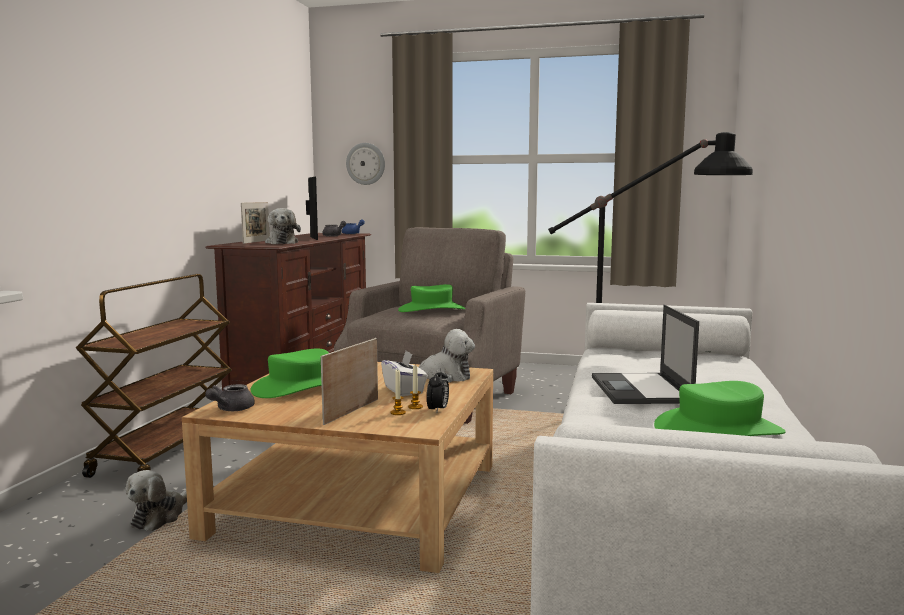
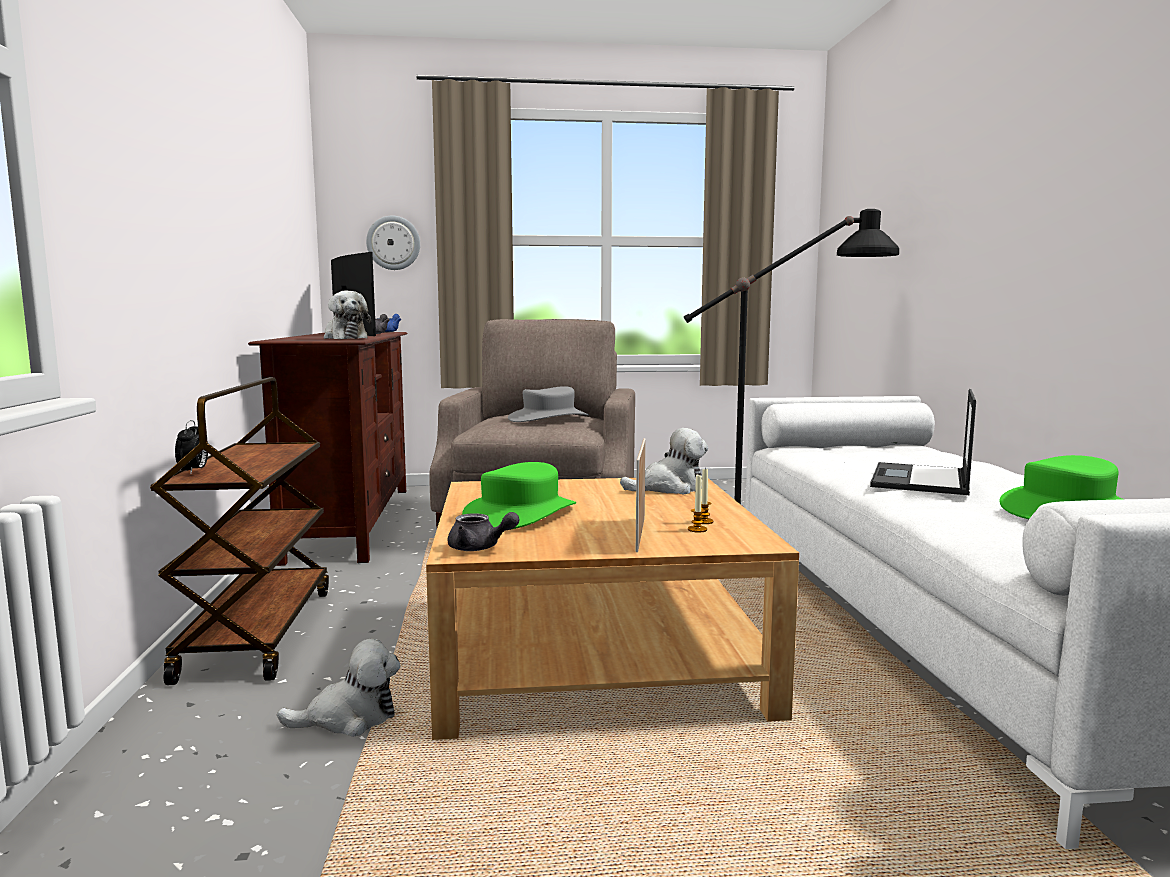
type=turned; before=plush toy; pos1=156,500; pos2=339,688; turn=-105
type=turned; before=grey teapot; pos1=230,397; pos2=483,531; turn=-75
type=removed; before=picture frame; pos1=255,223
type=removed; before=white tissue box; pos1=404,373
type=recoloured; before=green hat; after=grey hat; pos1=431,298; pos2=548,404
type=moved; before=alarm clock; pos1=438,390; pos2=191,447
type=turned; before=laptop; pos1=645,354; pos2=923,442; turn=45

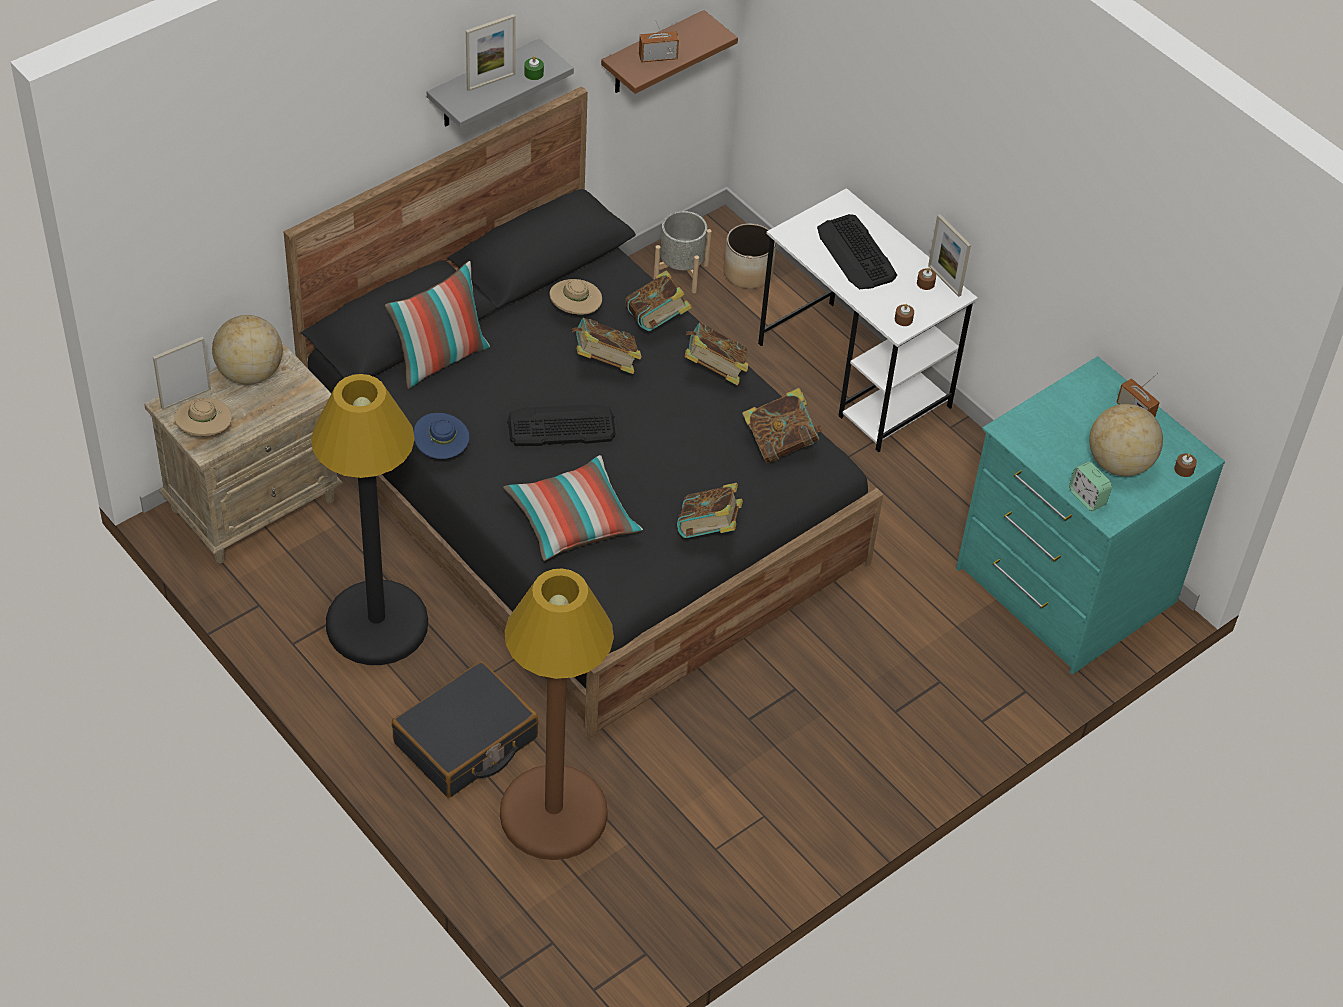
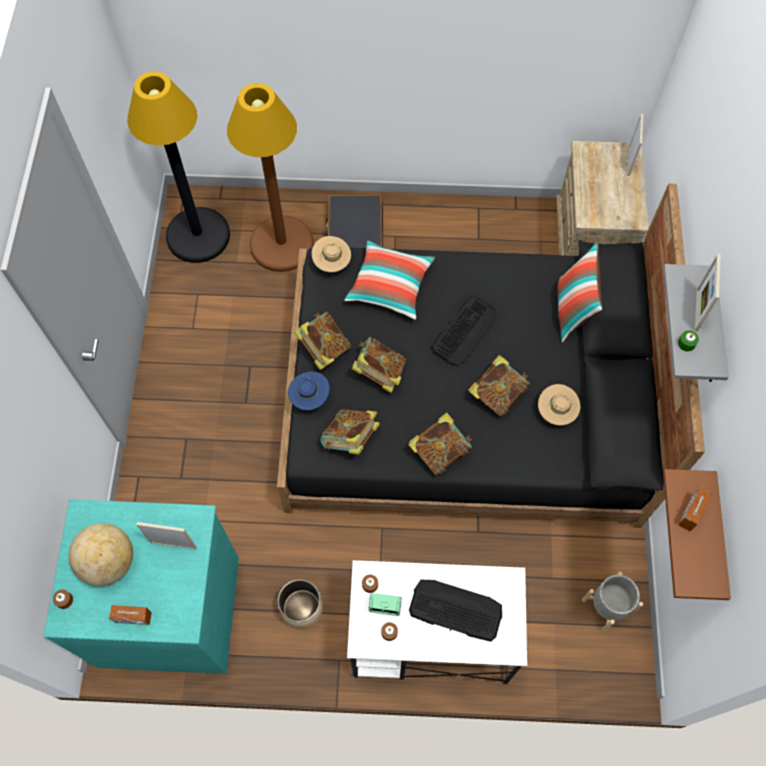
type=moved; before=beige hat; pos1=203,417; pos2=331,254
type=removed; before=globe; pos1=247,350
type=moved; before=black floor lamp; pos1=369,519; pos2=179,167
type=moved; before=blue hat; pos1=442,436; pos2=309,391
type=moved; before=book; pos1=658,300; pos2=379,365
type=moved; before=planter; pos1=750,256; pos2=300,604
type=moved; before=picture frame; pos1=949,255; pos2=166,536
type=moved; before=alarm clock; pos1=1090,486; pos2=385,604

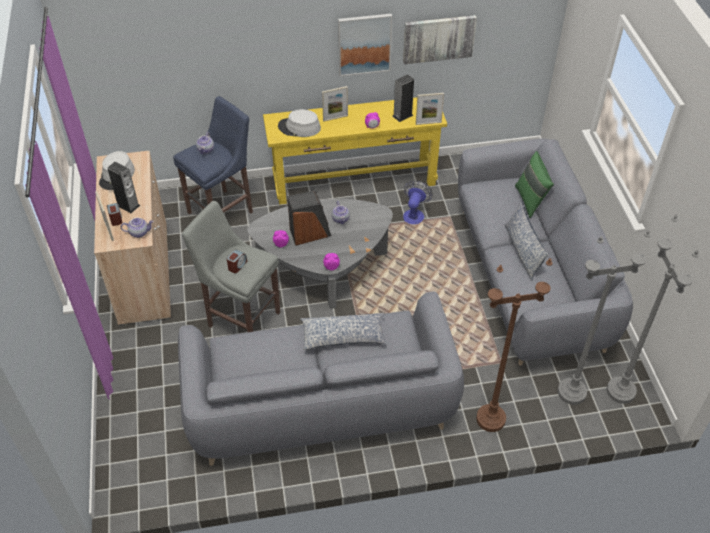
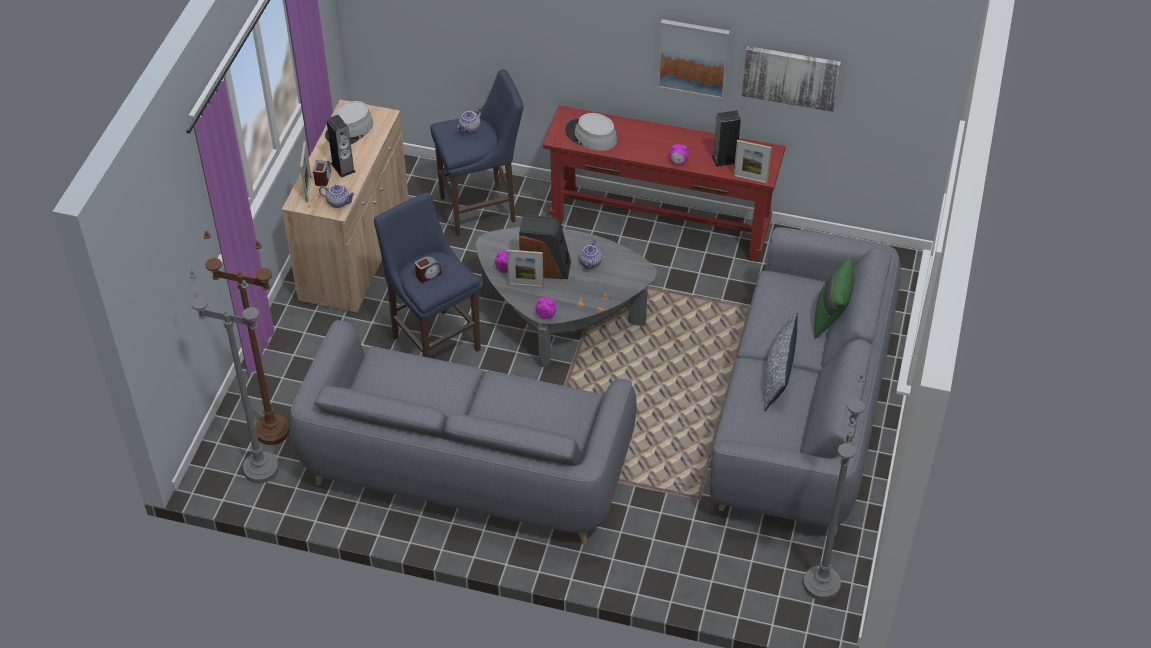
type=recoloured; before=grey stool; after=blue stool; pos1=231,266; pos2=427,275
type=recoloured; before=yellow console table; after=red console table; pos1=355,151; pos2=664,184
type=removed; before=pillow; pos1=343,331
type=moved; before=picture frame; pos1=335,104; pos2=525,268
type=removed; before=fan; pos1=417,202
type=moved; before=brown floor lamp; pos1=514,345; pos2=247,338
type=moved; before=grey floor lamp; pos1=604,317; pos2=234,376

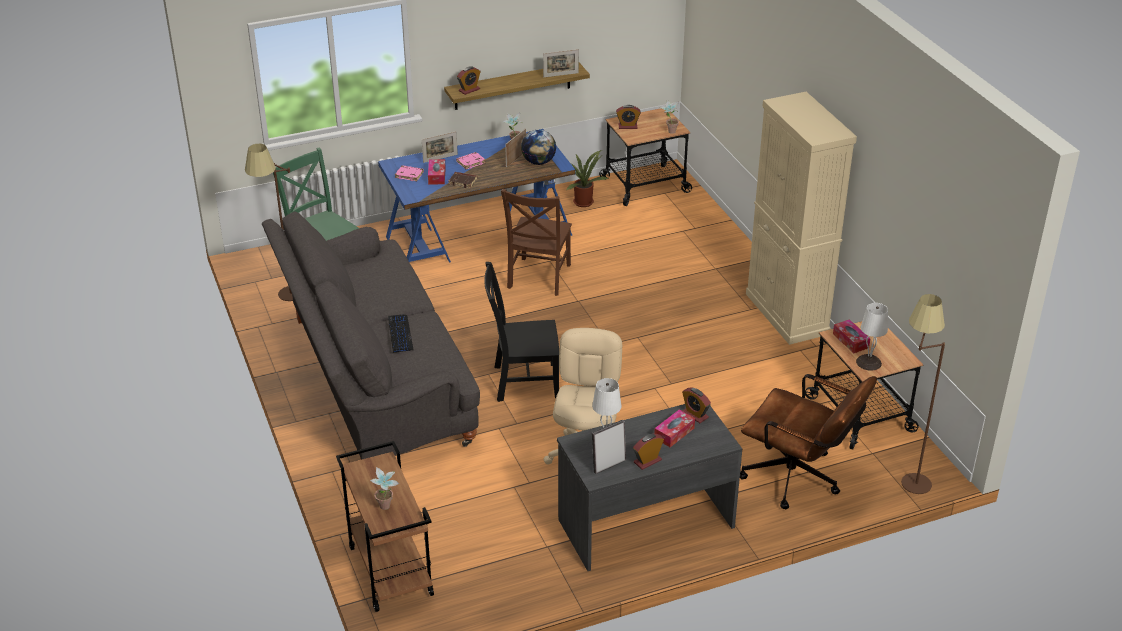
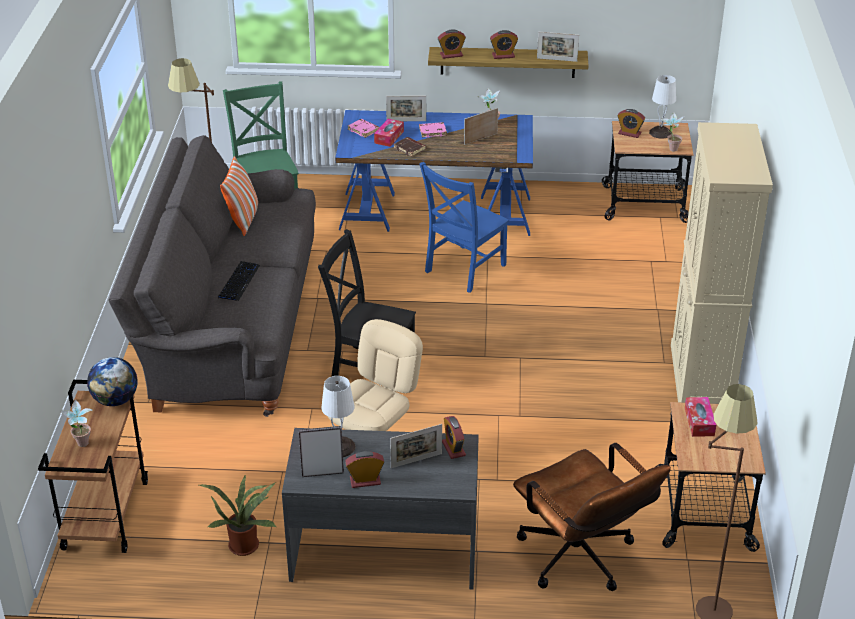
type=recoloured; before=brown chair; after=blue chair; pos1=536,242; pos2=464,227
type=moved; before=globe; pos1=538,147; pos2=112,381
type=moved; before=potted plant; pos1=587,178; pos2=237,515
type=replaced; before=tissue box; after=picture frame; pos1=674,428; pos2=416,446
type=moved; before=white table lamp; pos1=872,337; pos2=662,107
type=added; after=pillow; pos2=239,196
type=added; after=alarm clock; pos2=504,44

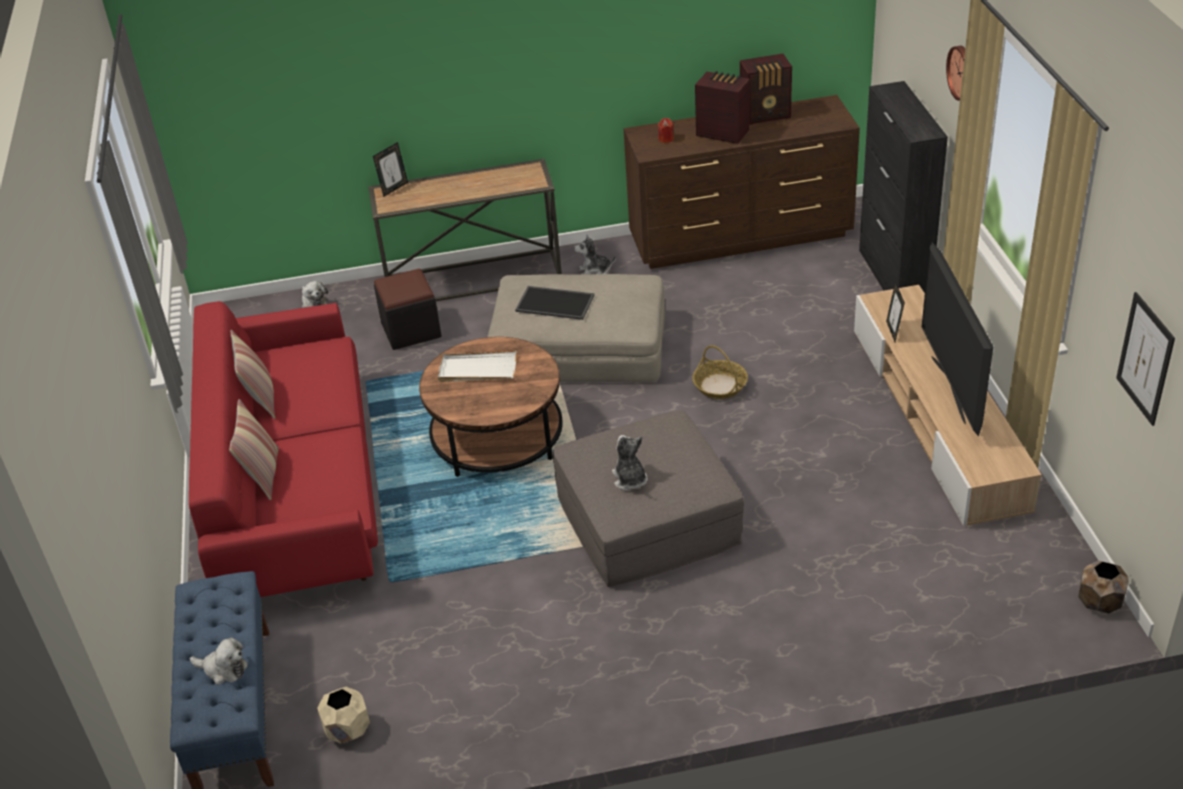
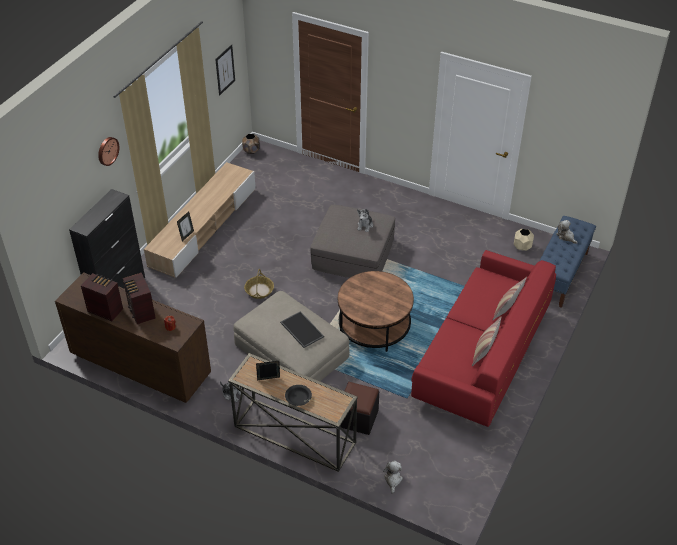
type=moved; before=picture frame; pos1=390,169; pos2=268,371
type=removed; before=white tray; pos1=477,366
type=removed; before=television; pos1=958,339
type=added; after=black bowl; pos2=298,395

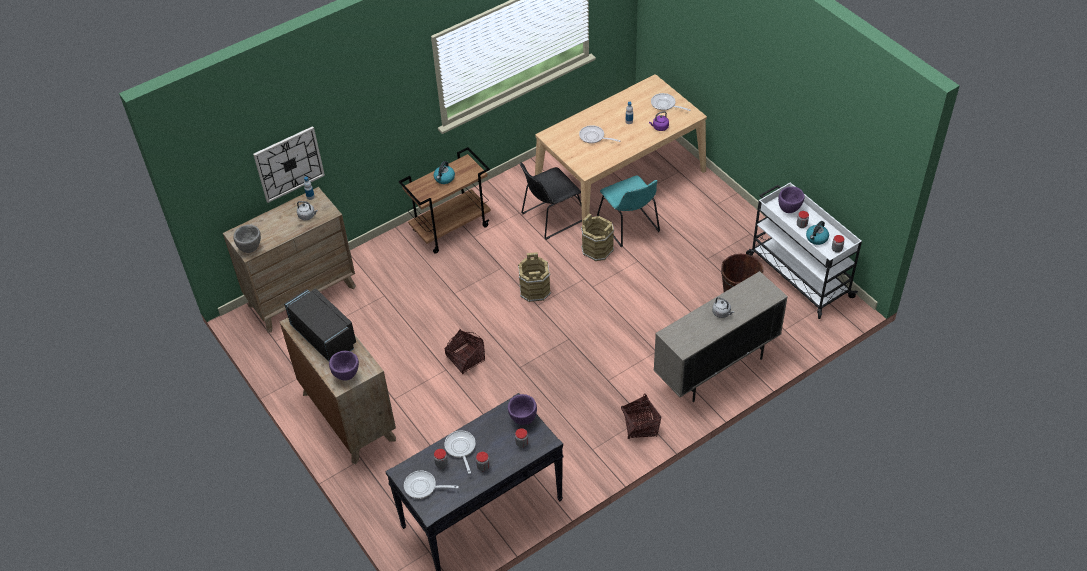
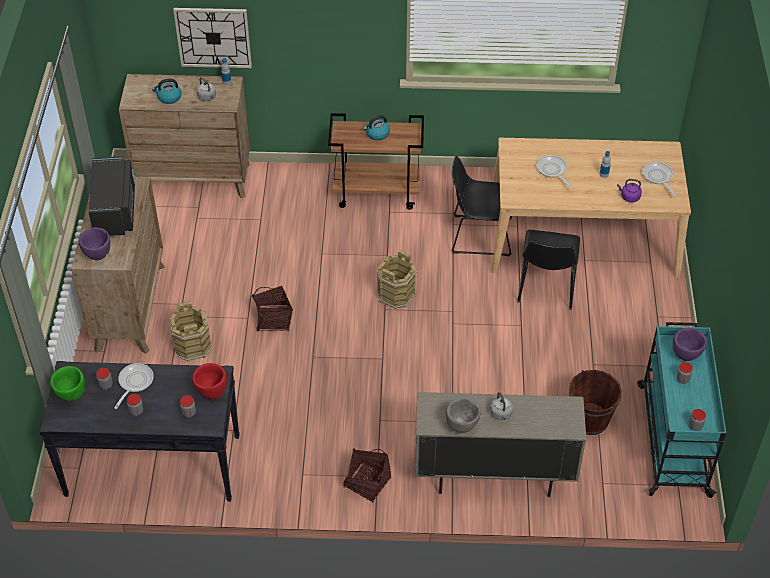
type=moved; before=grey bowl; pos1=247,238; pos2=463,415
type=replaced; before=frying pan; after=green bowl; pos1=431,485; pos2=67,383
type=recoloured; before=purple bowl; after=red bowl; pos1=522,409; pos2=209,381
type=moved; before=brown bucket; pos1=597,237; pos2=190,331
type=recoloured; before=turquoise chair; after=black chair; pos1=628,211; pos2=548,270
type=recoloured; before=white cart; after=turquoise cart; pos1=804,250; pos2=681,410
type=moved; before=kettle; pos1=817,233; pos2=167,91

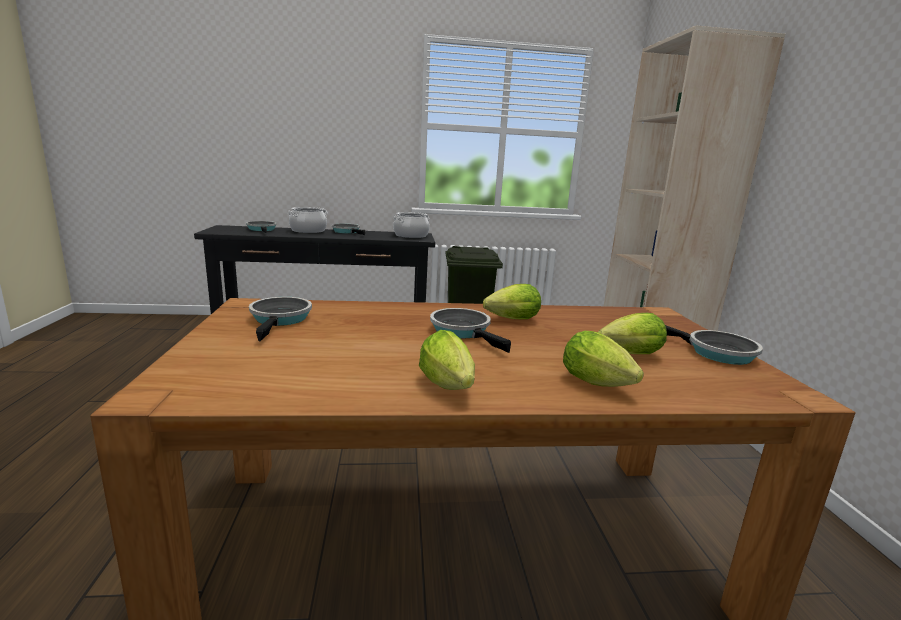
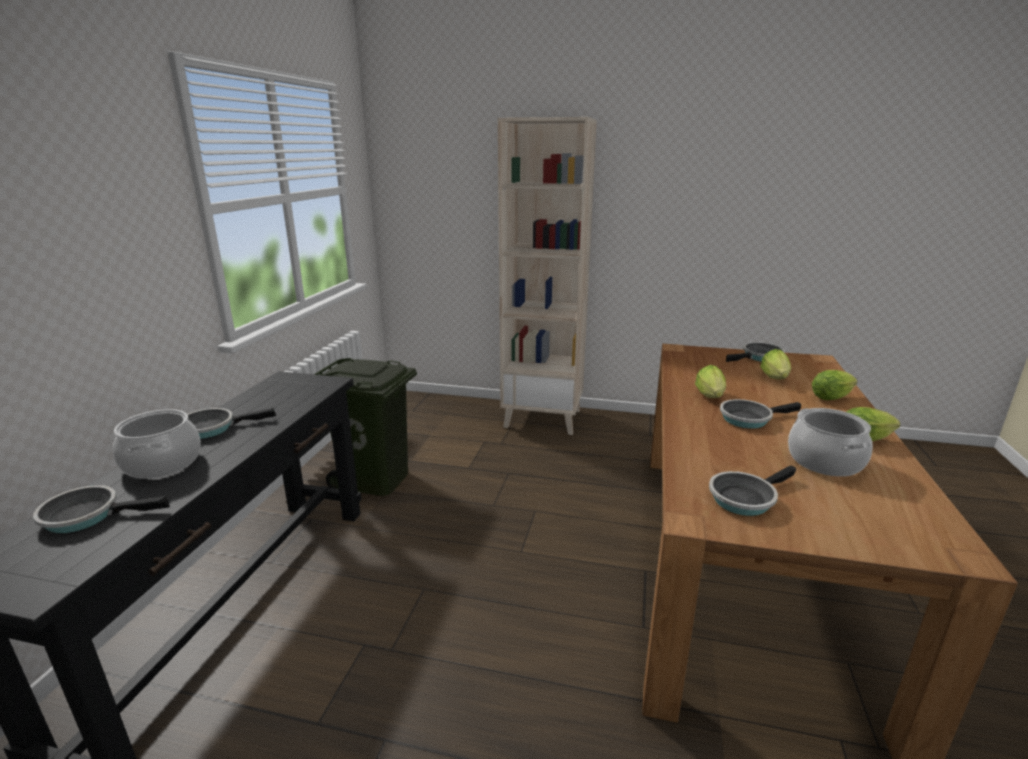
type=turned; before=frying pan; pos1=280,319; pos2=752,491; turn=-45
type=moved; before=cooking pot; pos1=411,225; pos2=830,442

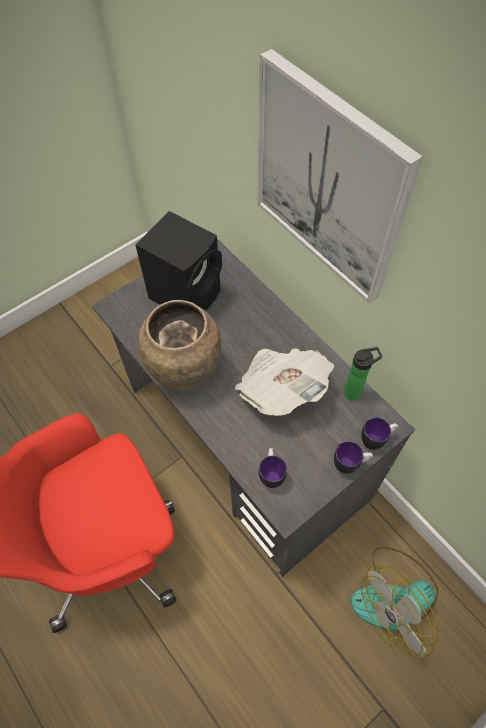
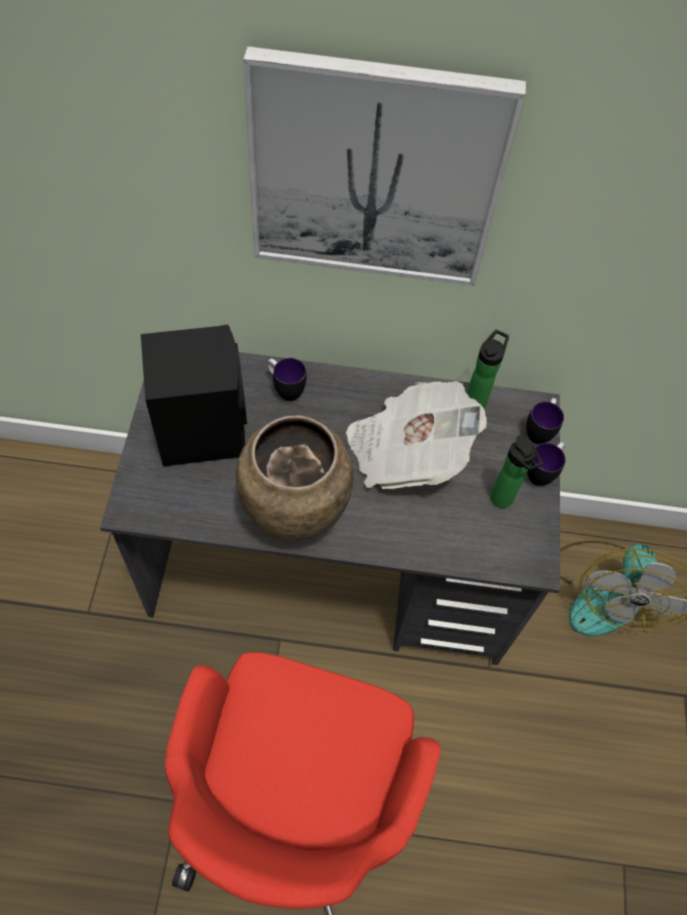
type=moved; before=mug; pos1=273,468; pos2=286,379
type=added; after=bottle; pos2=516,472

